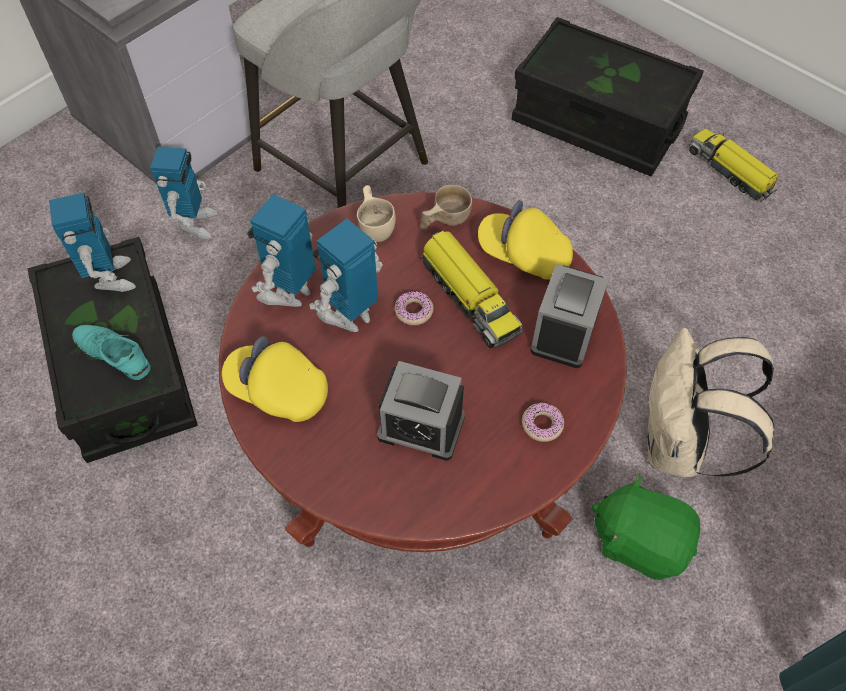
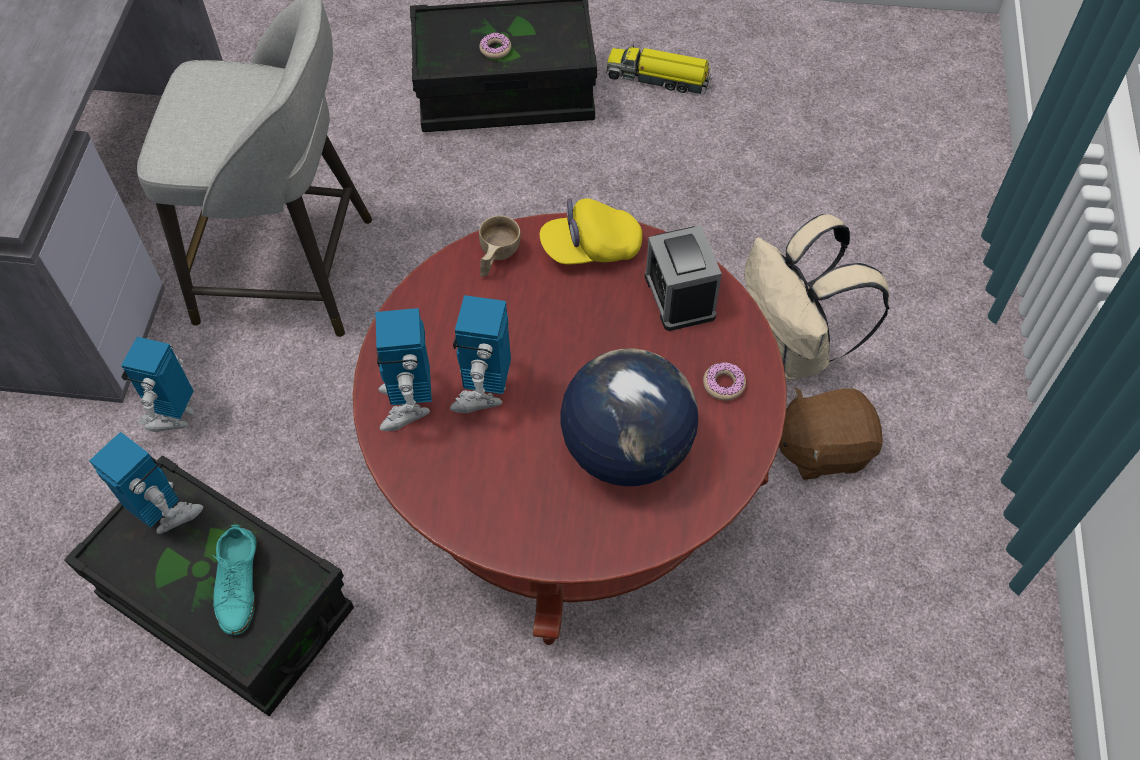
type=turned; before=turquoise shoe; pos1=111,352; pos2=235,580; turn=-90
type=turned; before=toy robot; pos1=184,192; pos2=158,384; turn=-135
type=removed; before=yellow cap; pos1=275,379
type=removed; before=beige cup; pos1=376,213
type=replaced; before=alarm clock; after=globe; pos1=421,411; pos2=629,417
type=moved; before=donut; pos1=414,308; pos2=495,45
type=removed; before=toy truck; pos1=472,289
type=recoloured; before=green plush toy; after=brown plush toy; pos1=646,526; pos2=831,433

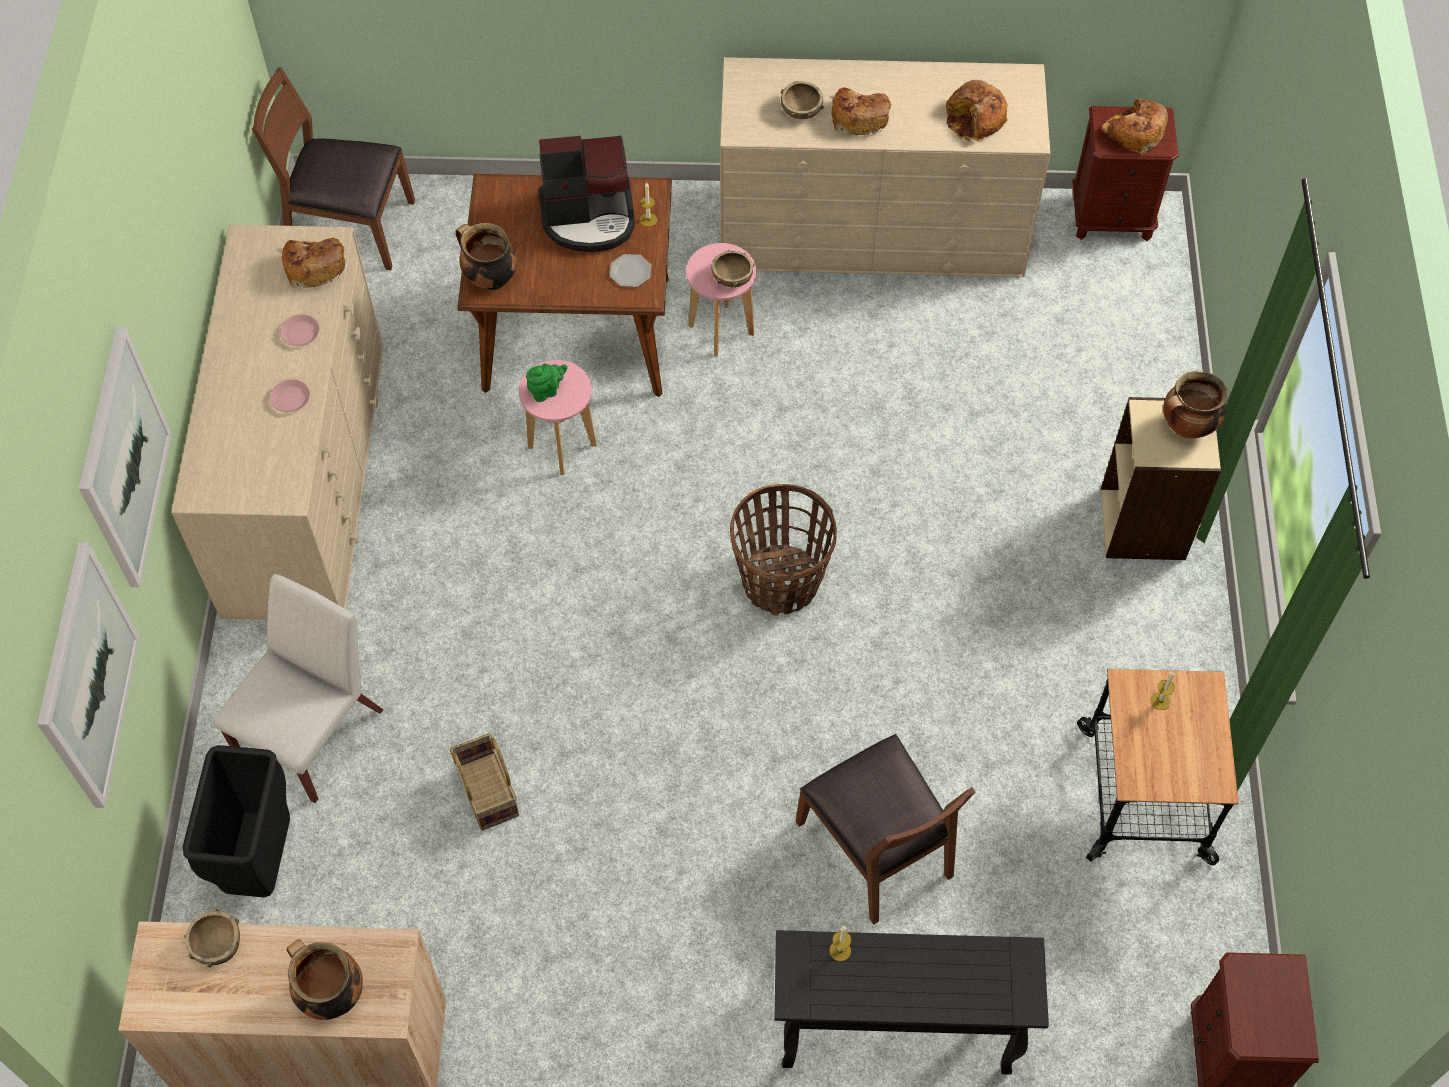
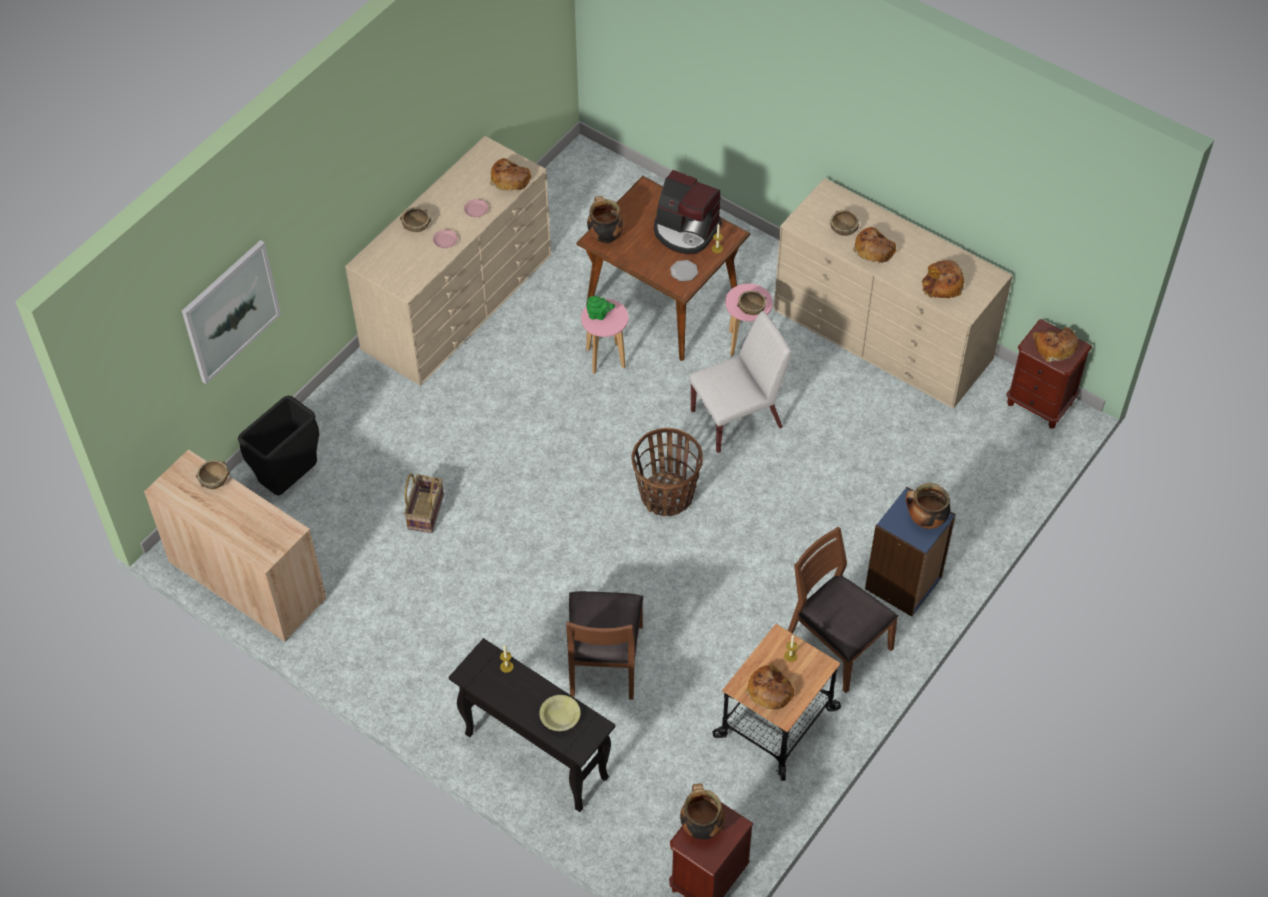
type=removed; before=picture; pos1=125,457
type=moved; before=white chair; pos1=298,688; pos2=740,382
type=moved; before=brown chair; pos1=333,168; pos2=843,610
type=moved; before=cooking pot; pos1=324,979; pos2=702,812
type=recoloured; before=beige bookcase; after=blue bookcase; pos1=1161,478; pos2=910,552
type=added; after=brown bowl; pos2=415,219
type=added; after=yellow bowl; pos2=559,713
type=added; after=bread; pos2=770,687

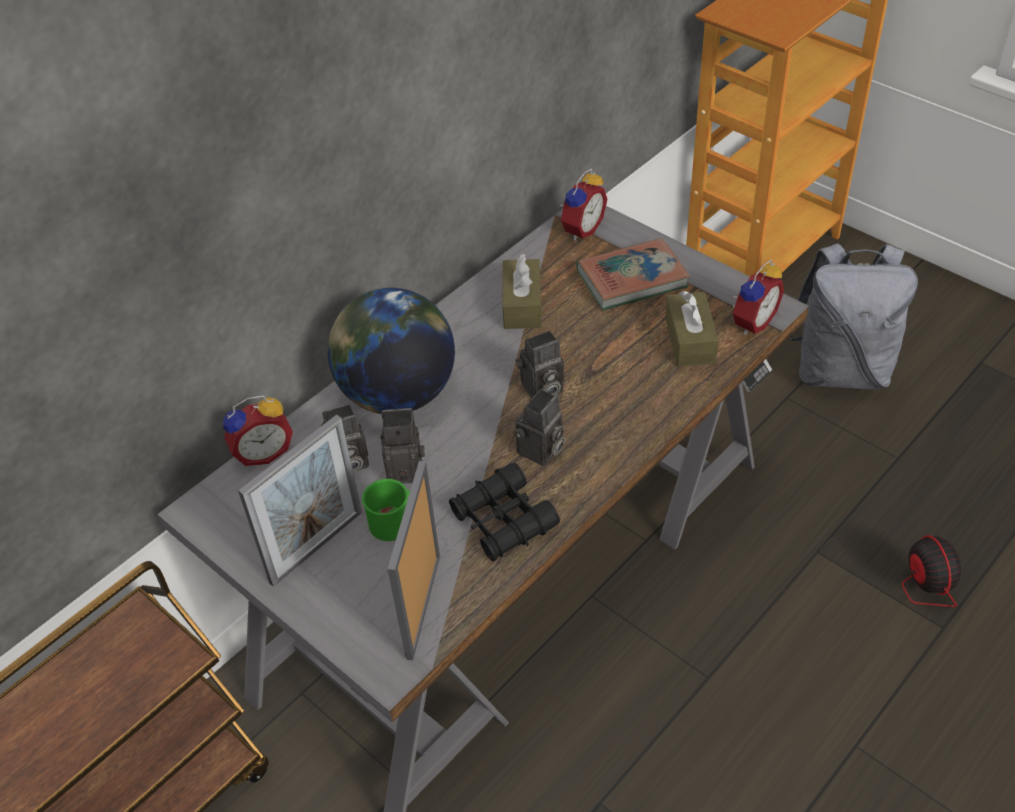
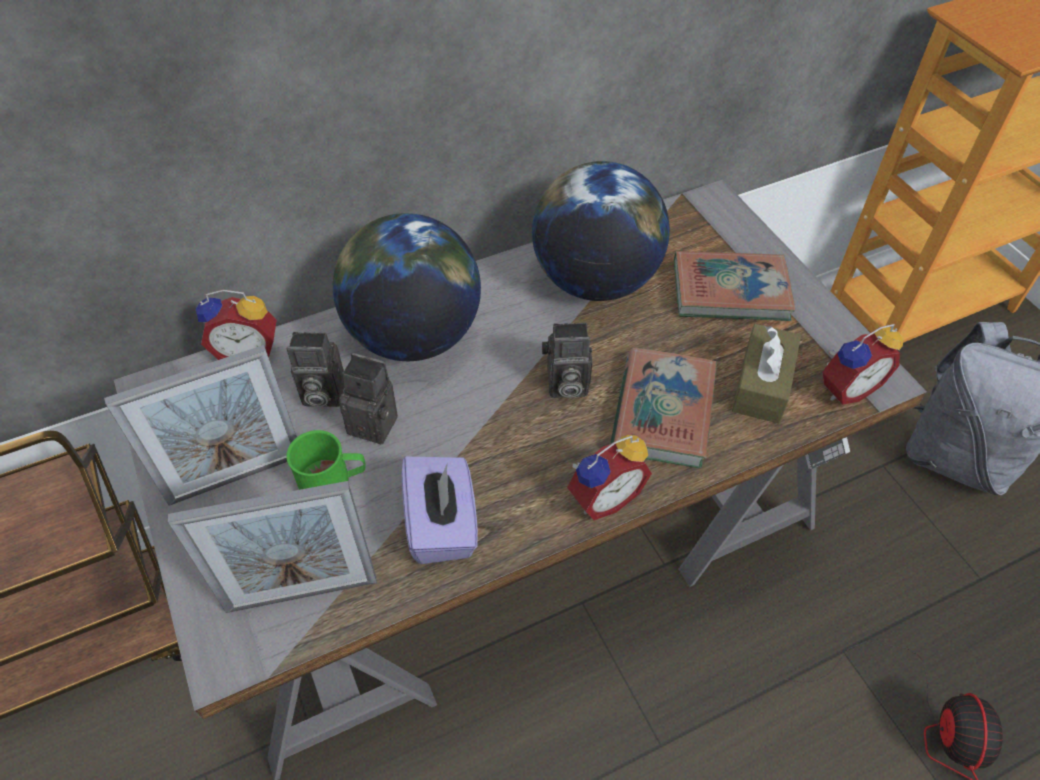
type=turned; before=picture frame; pos1=414,560; pos2=272,547; turn=-135
type=replaced; before=black binoculars; after=purple tissue box; pos1=504,512; pos2=440,510
type=replaced; before=brown tissue box; after=globe; pos1=522,291; pos2=601,231
type=removed; before=photo camera; pos1=539,427
type=moved; before=alarm clock; pos1=582,204; pos2=609,477
type=added; after=book; pos2=663,408

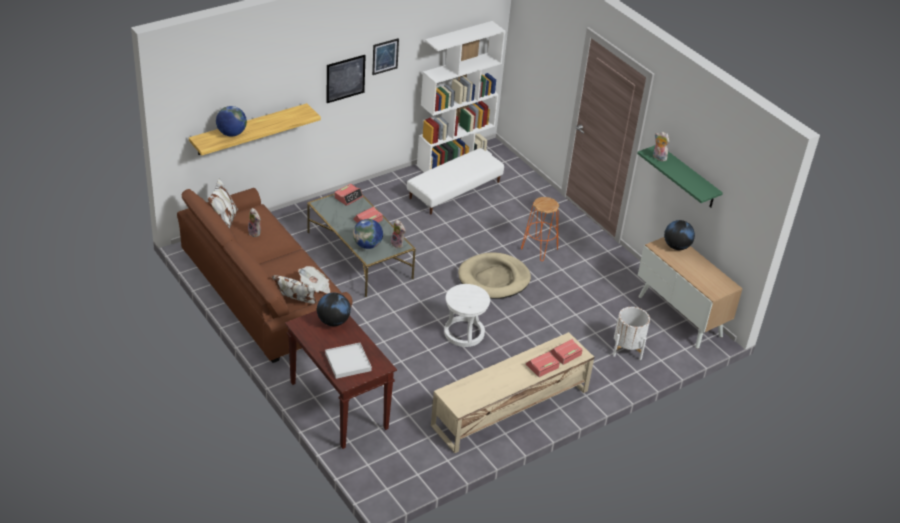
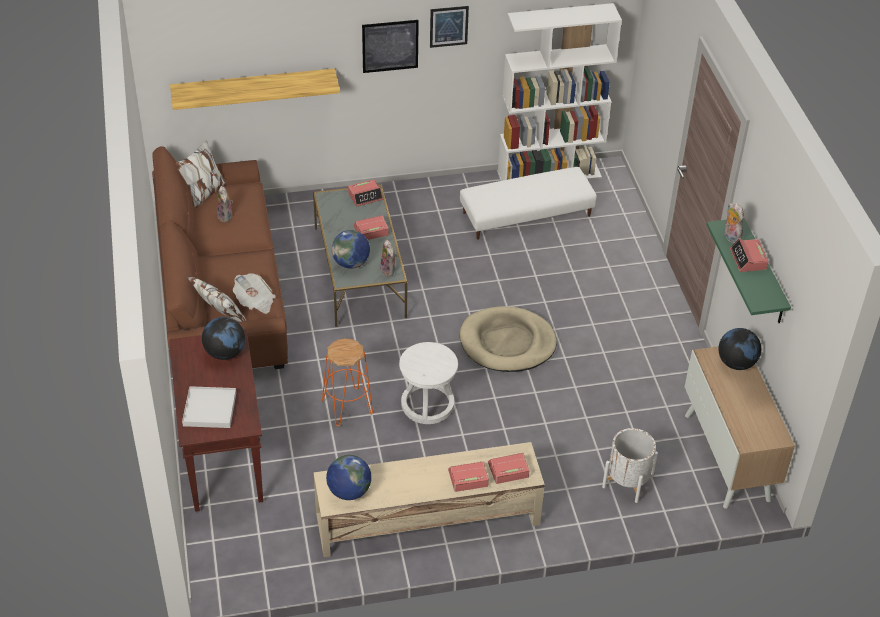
type=moved; before=globe; pos1=231,121; pos2=349,477
type=moved; before=orange stool; pos1=540,229; pos2=347,382
type=added; after=alarm clock; pos2=749,255

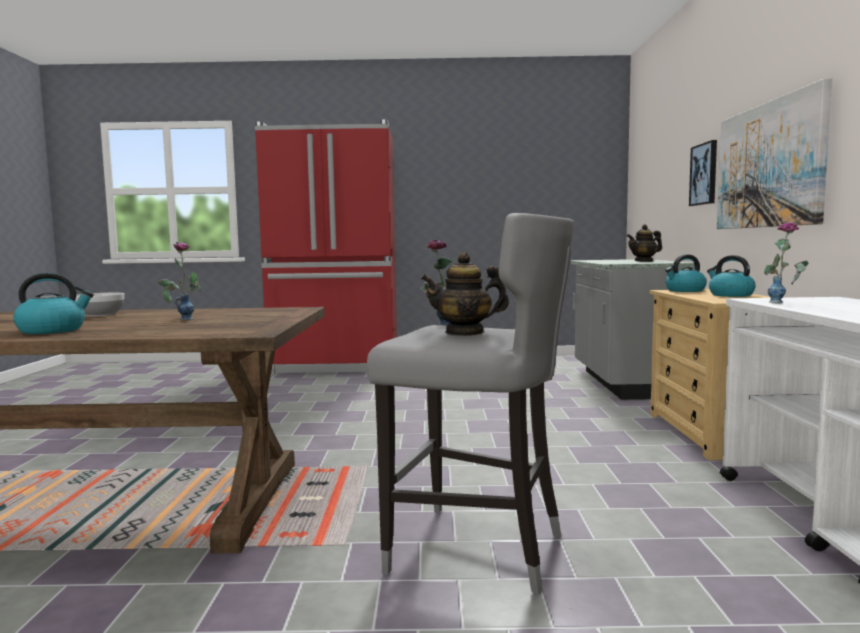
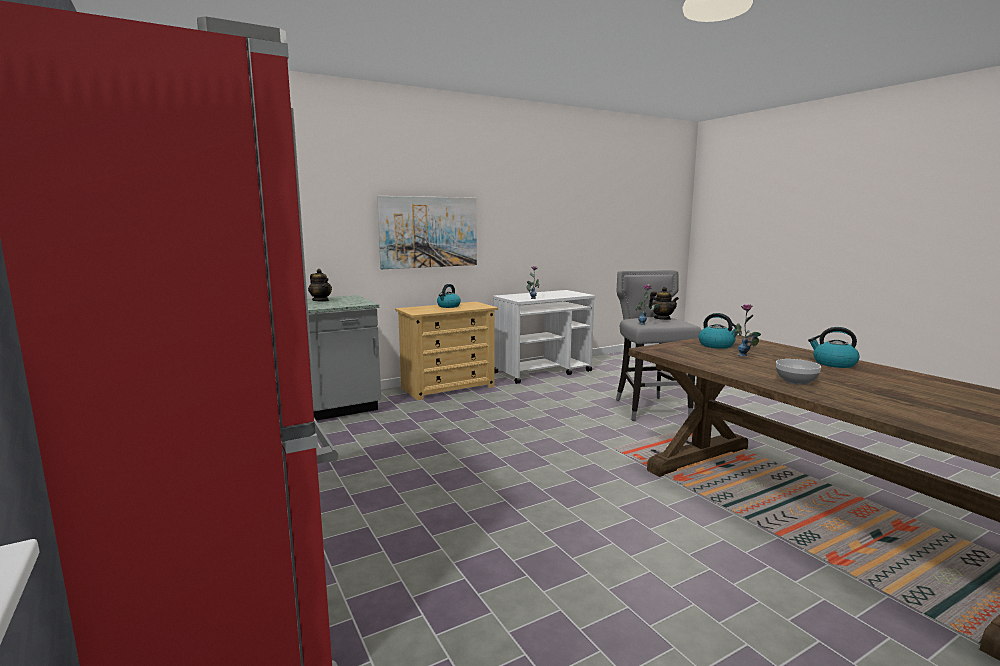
type=moved; before=kettle; pos1=686,273; pos2=718,331
type=removed; before=picture; pos1=703,173

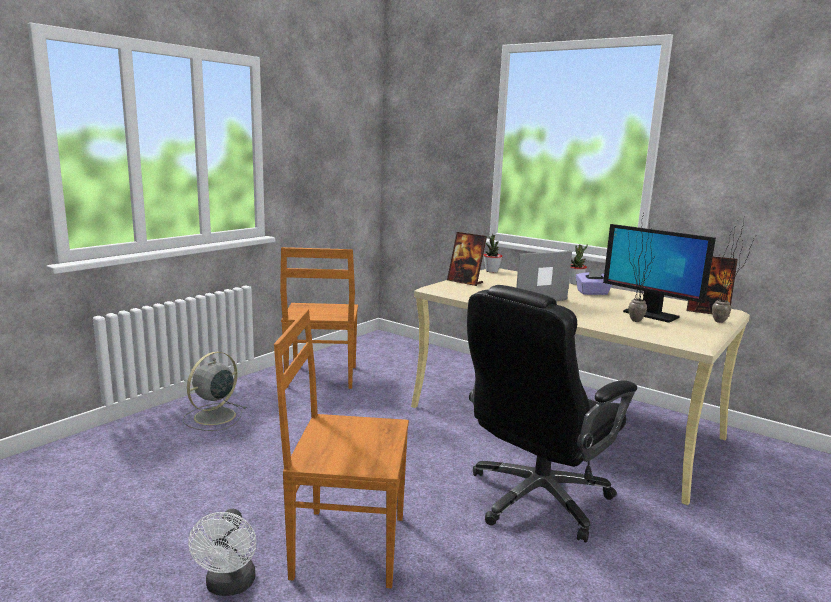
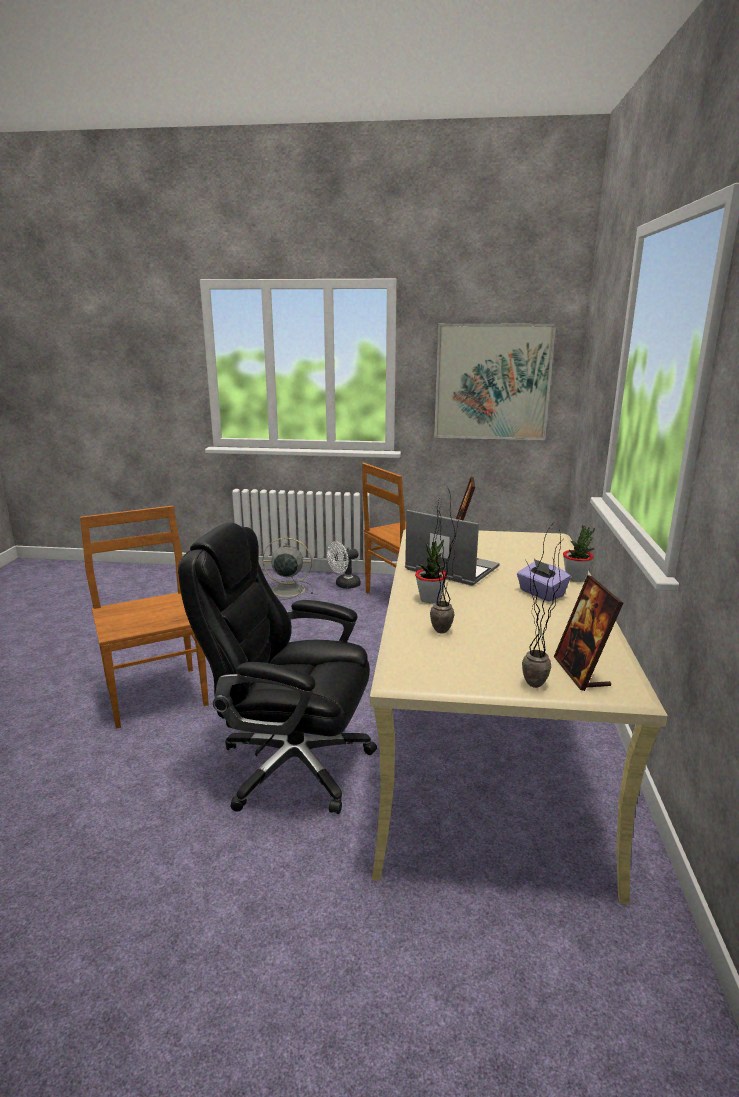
type=moved; before=white fan; pos1=222,552; pos2=344,565
type=moved; before=potted plant; pos1=493,253; pos2=431,571
type=removed; before=monitor; pos1=659,273
type=added; after=picture; pos2=495,381

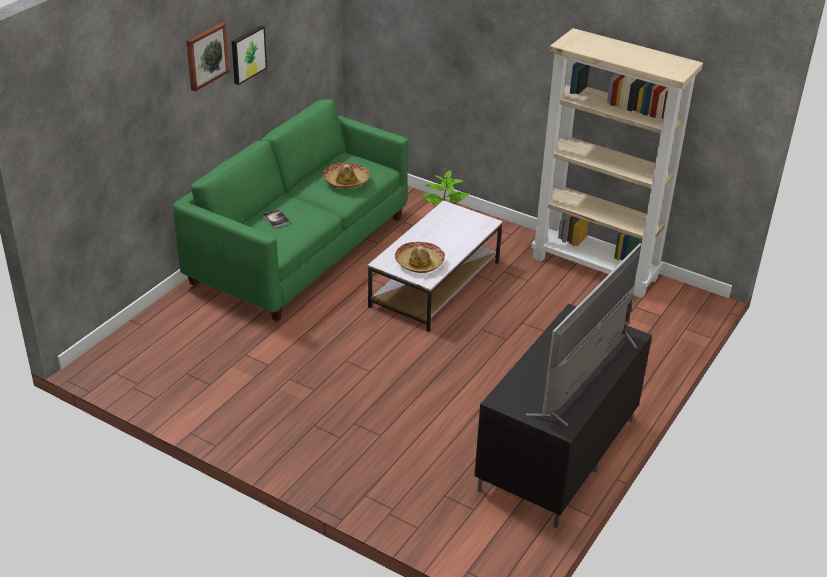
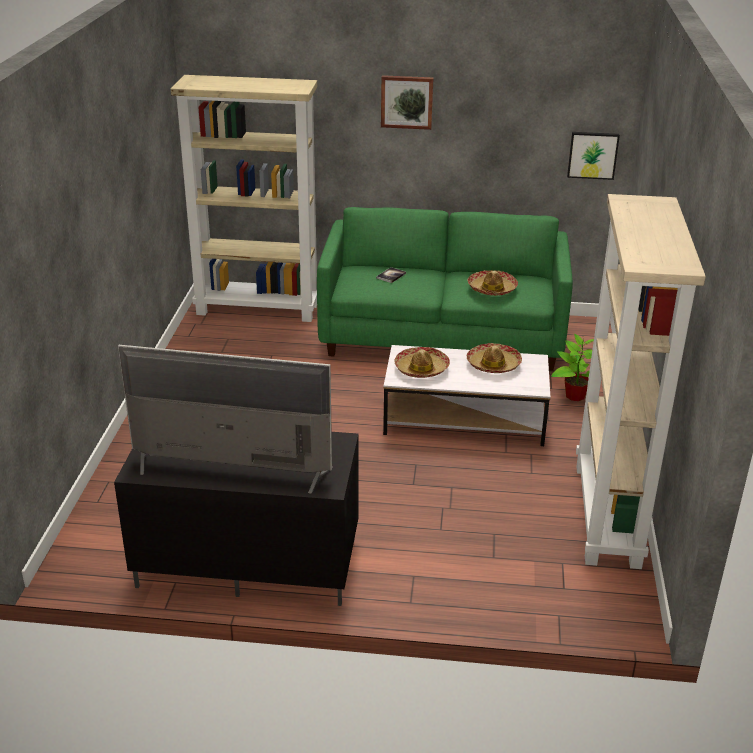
type=moved; before=picture; pos1=249,55; pos2=593,156
type=added; after=beige bookcase; pos2=244,198
type=added; after=hat; pos2=494,358

